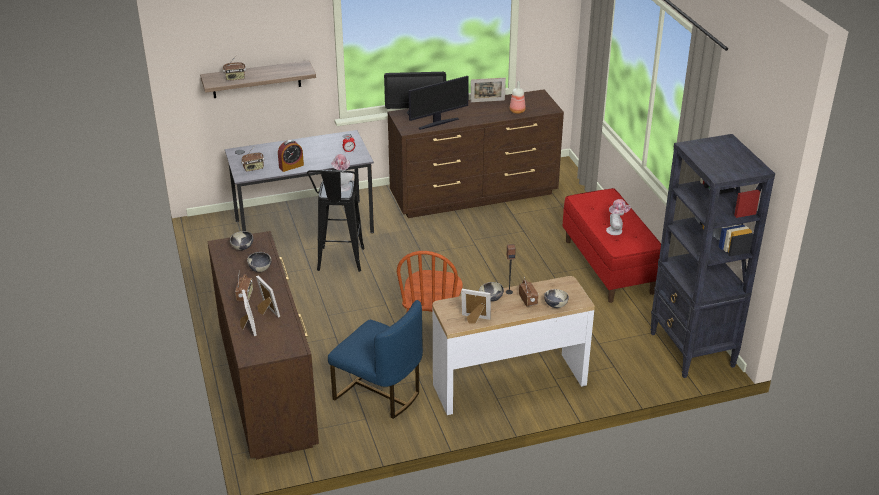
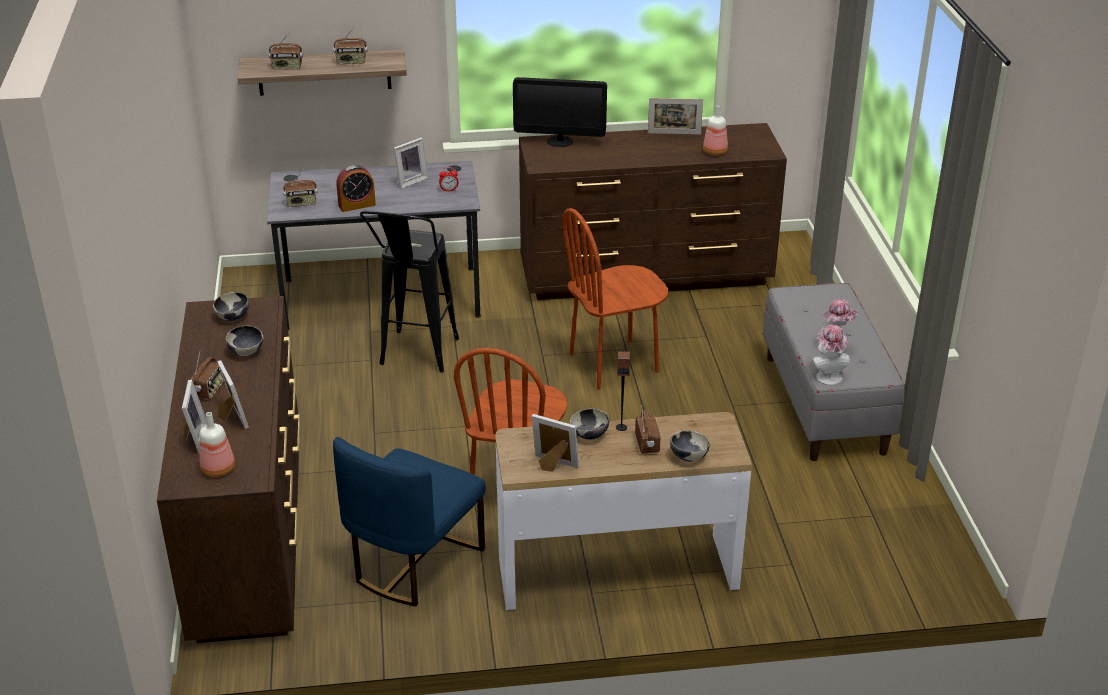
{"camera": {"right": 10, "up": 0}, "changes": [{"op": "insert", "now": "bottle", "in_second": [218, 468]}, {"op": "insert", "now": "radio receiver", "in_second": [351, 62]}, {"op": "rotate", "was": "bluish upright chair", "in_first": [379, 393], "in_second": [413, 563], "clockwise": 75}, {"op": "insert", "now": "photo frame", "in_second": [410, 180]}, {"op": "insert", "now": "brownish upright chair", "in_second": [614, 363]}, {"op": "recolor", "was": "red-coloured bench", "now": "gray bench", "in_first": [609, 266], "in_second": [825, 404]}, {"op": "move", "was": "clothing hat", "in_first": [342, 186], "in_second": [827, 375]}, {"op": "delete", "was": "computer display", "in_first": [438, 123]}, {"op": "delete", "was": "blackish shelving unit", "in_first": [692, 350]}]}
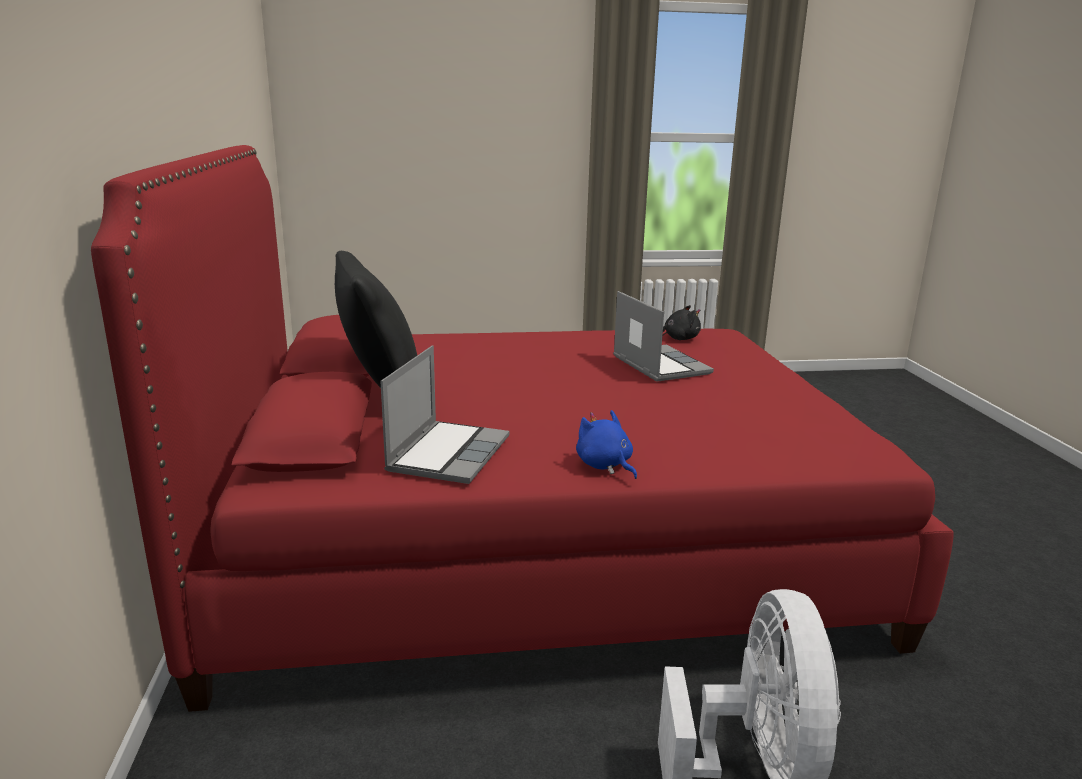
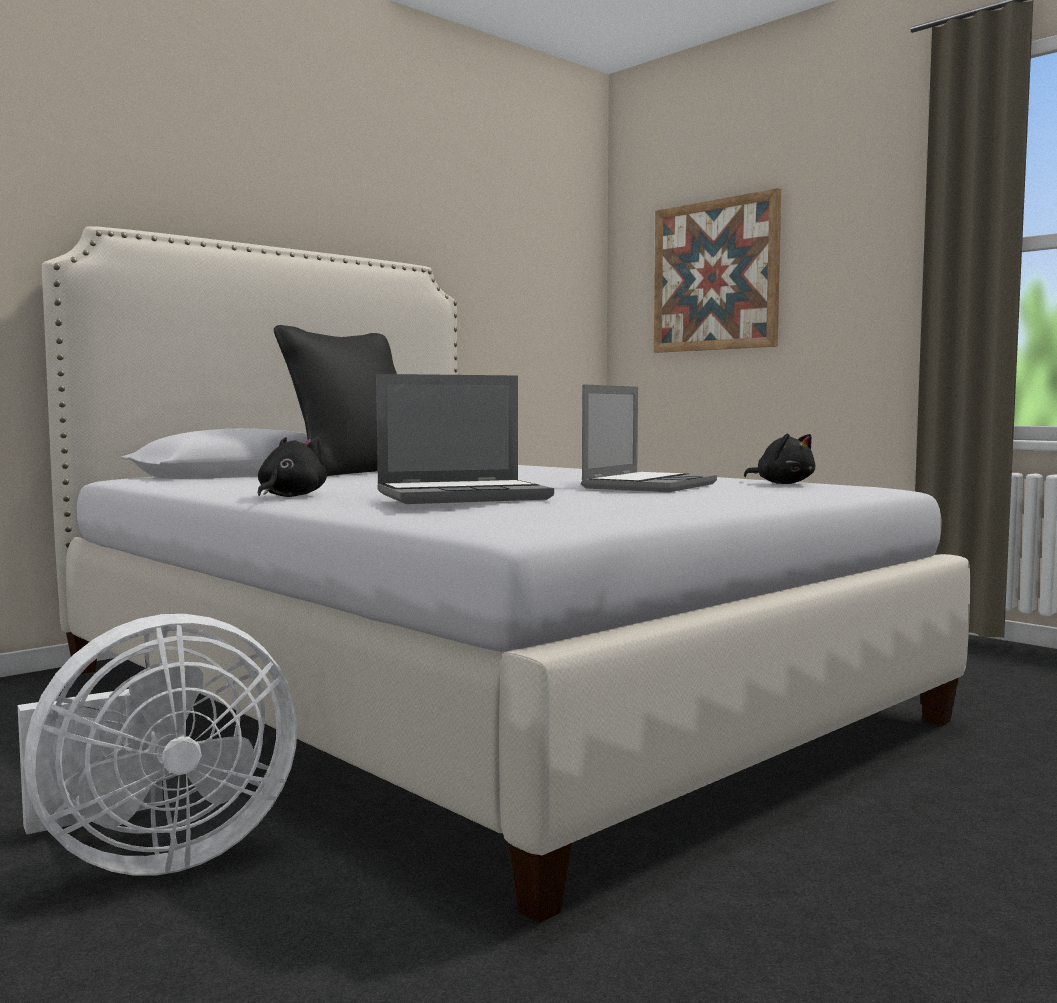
{"camera": {"right": 55, "up": -15}, "changes": [{"op": "recolor", "was": "red-coloured sleeping bed", "now": "whitish sleeping bed", "in_first": [536, 542], "in_second": [469, 694]}, {"op": "recolor", "was": "bluish soft toy", "now": "blackish soft toy", "in_first": [605, 465], "in_second": [290, 496]}, {"op": "move", "was": "notebook computer", "in_first": [448, 453], "in_second": [464, 496]}, {"op": "insert", "now": "wall picture", "in_second": [715, 275]}]}
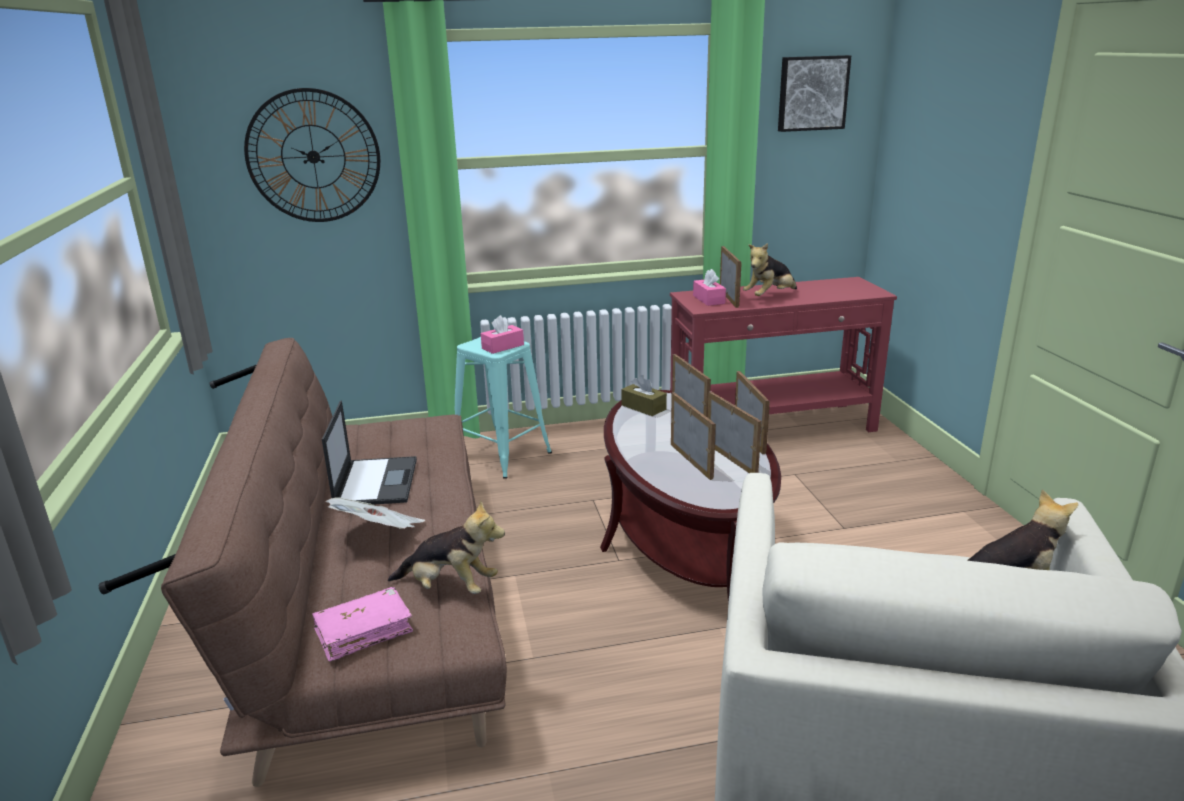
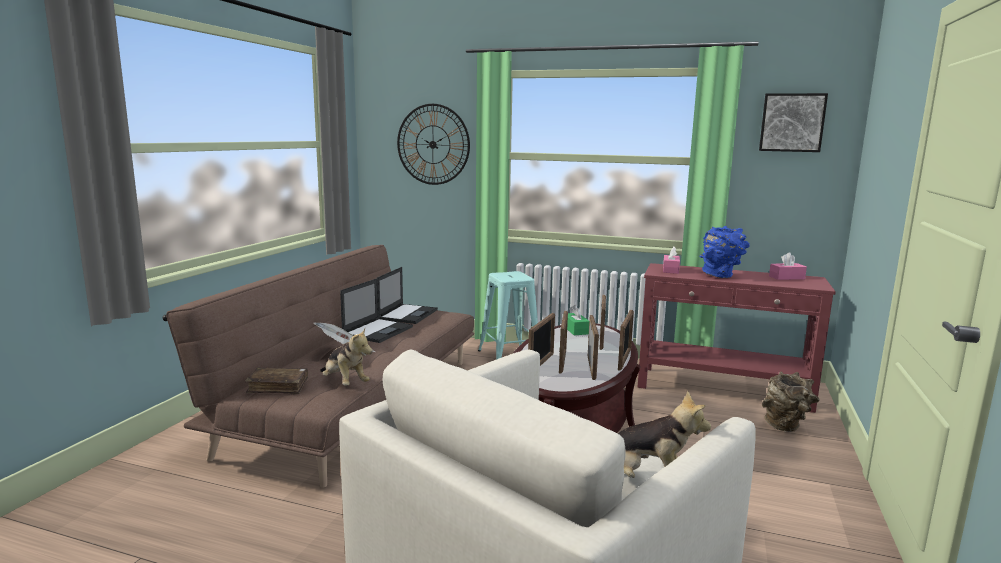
{"camera": {"right": 30, "up": -10}, "changes": [{"op": "recolor", "was": "pink-coloured bound book", "now": "brownish bound book", "in_first": [364, 631], "in_second": [278, 387]}, {"op": "insert", "now": "notebook computer", "in_second": [408, 314]}, {"op": "move", "was": "photo frame", "in_first": [729, 298], "in_second": [541, 364]}, {"op": "recolor", "was": "brownish box of tissues", "now": "green box of tissues", "in_first": [643, 407], "in_second": [575, 330]}, {"op": "replace", "was": "soft toy", "now": "bluish vase", "in_first": [769, 297], "in_second": [721, 275]}, {"op": "insert", "now": "brownish vase", "in_second": [786, 426]}, {"op": "move", "was": "pink-coloured box of tissues", "in_first": [503, 346], "in_second": [786, 277]}]}
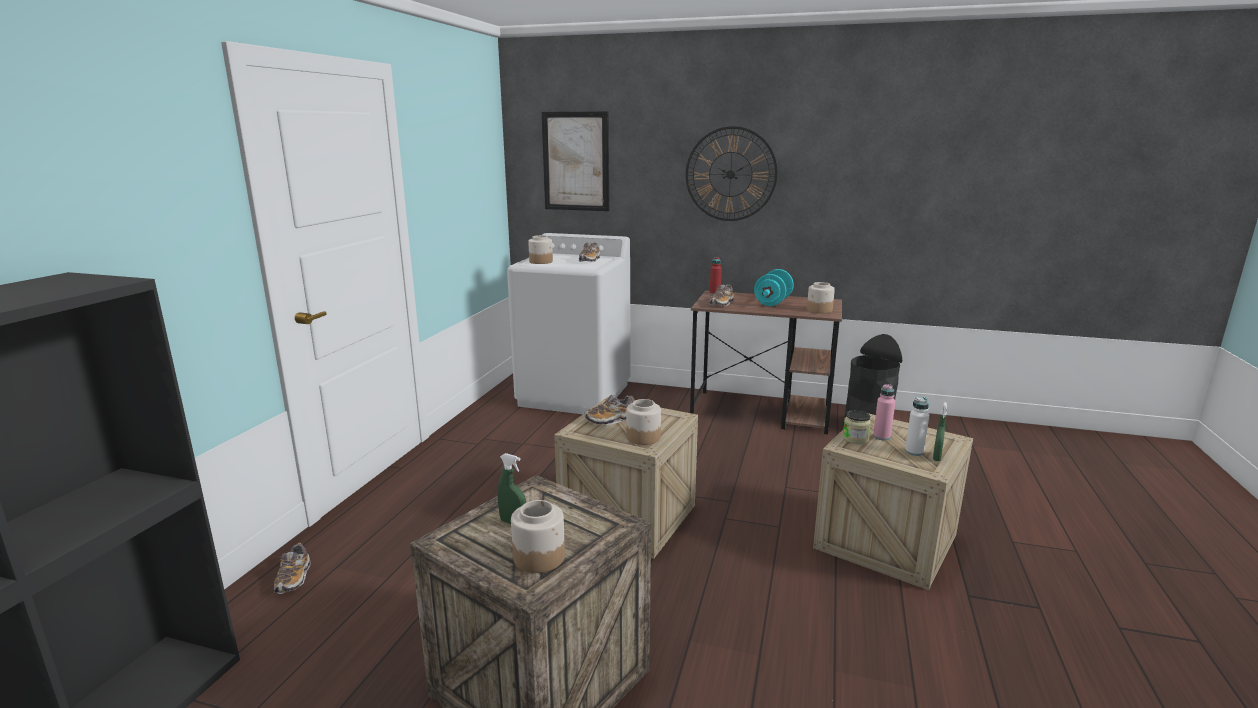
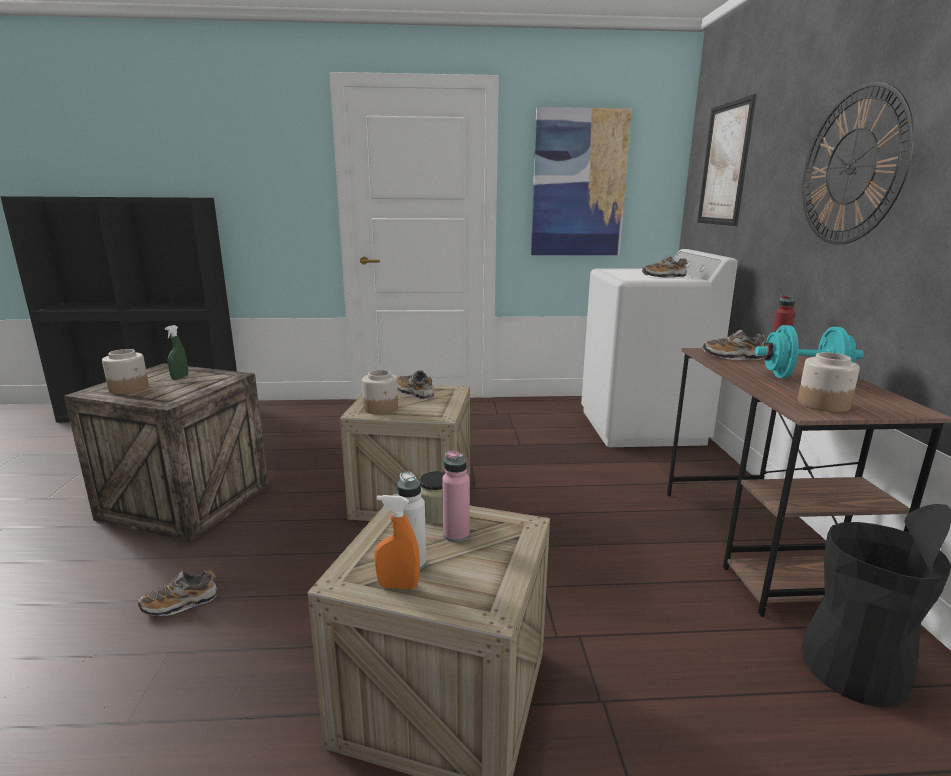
{"camera": {"right": 70, "up": 0}, "changes": [{"op": "move", "was": "item of footwear", "in_first": [294, 579], "in_second": [180, 604]}, {"op": "recolor", "was": "green sprayer", "now": "orangey sprayer", "in_first": [936, 457], "in_second": [398, 585]}, {"op": "insert", "now": "wall picture", "in_second": [578, 184]}, {"op": "delete", "was": "jar", "in_first": [541, 262]}]}
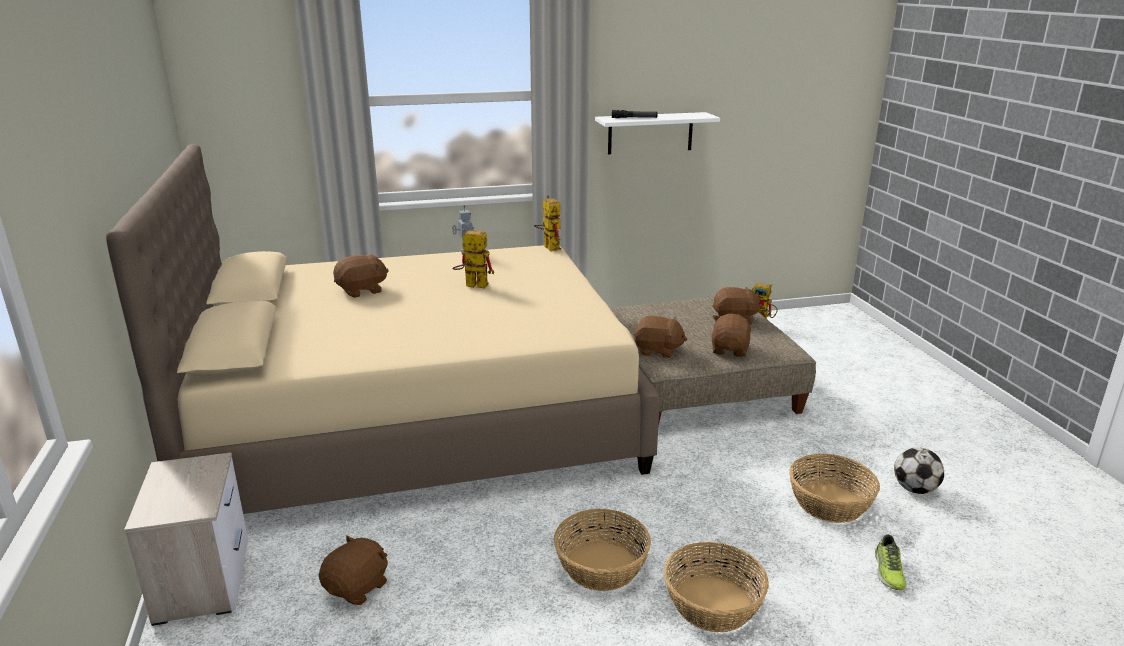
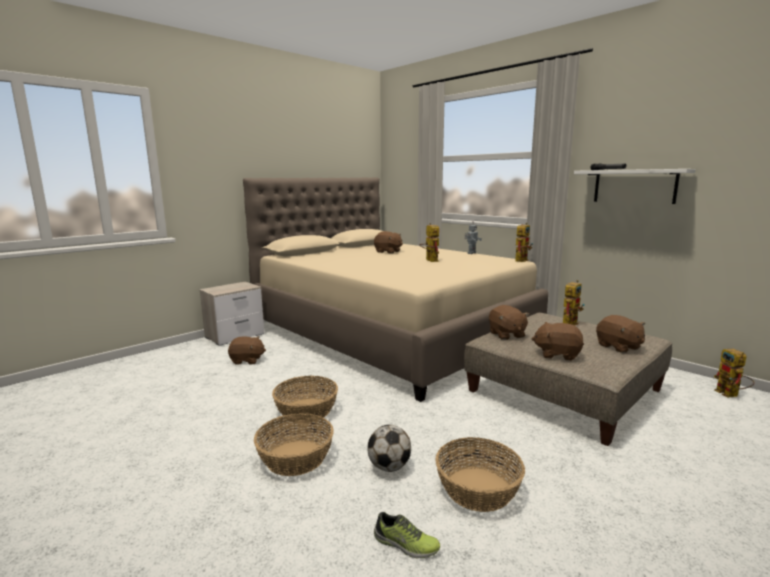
{"camera": {"right": 60, "up": -10}, "changes": [{"op": "move", "was": "ball for football", "in_first": [914, 489], "in_second": [389, 467]}, {"op": "rotate", "was": "item of footwear", "in_first": [888, 571], "in_second": [405, 544], "clockwise": -135}, {"op": "rotate", "was": "brownish soft toy", "in_first": [730, 350], "in_second": [557, 354], "clockwise": -150}, {"op": "insert", "now": "toy robot", "in_second": [570, 323]}]}
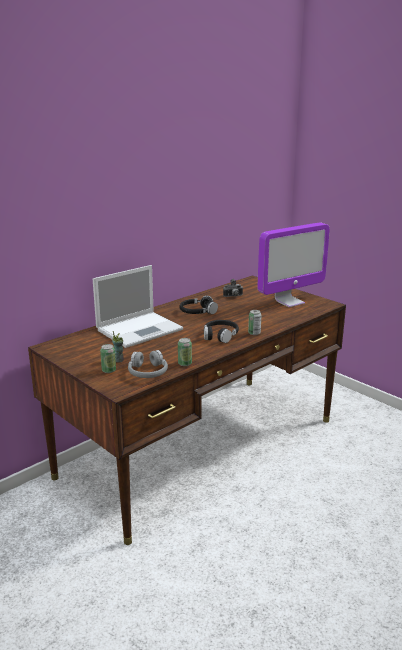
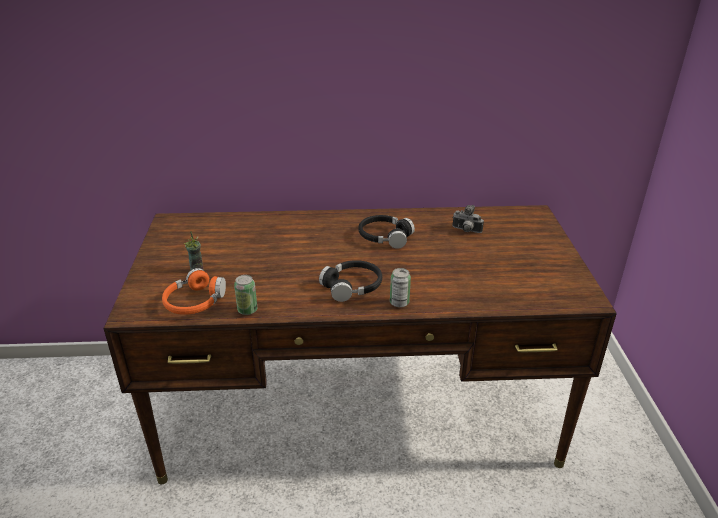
{"camera": {"right": 40, "up": 10}, "changes": [{"op": "recolor", "was": "gray headset", "now": "orangey headset", "in_first": [147, 372], "in_second": [195, 302]}, {"op": "delete", "was": "notebook computer", "in_first": [140, 329]}, {"op": "delete", "was": "can", "in_first": [109, 370]}, {"op": "delete", "was": "computer display", "in_first": [289, 302]}]}
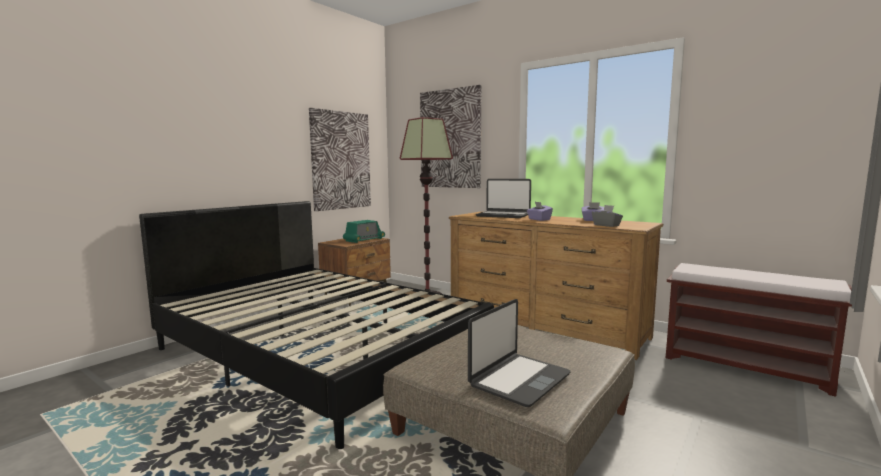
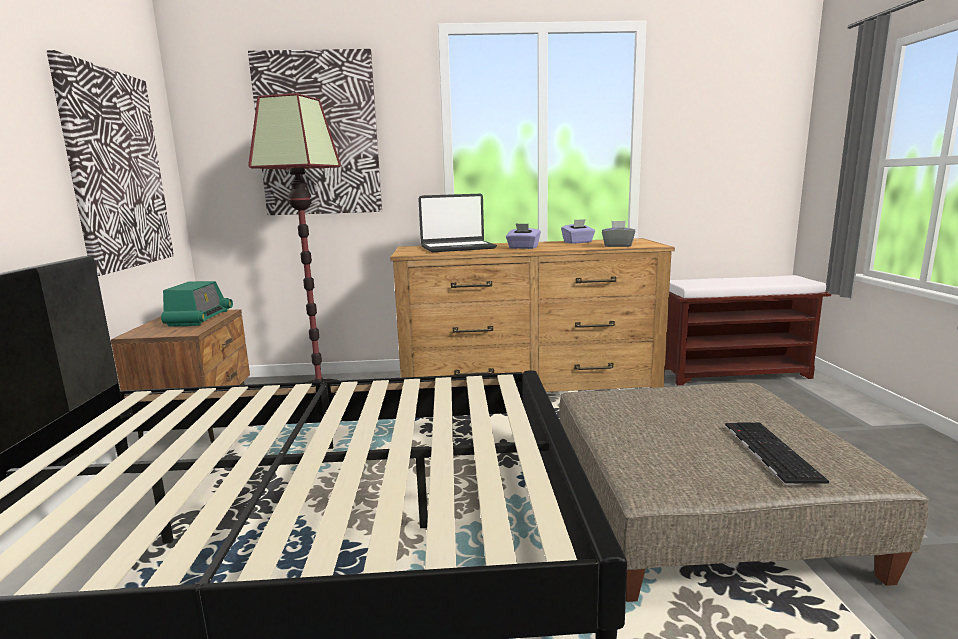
{"camera": {"right": -40, "up": 5}, "changes": [{"op": "replace", "was": "notebook computer", "now": "PC keyboard", "in_first": [519, 379], "in_second": [768, 451]}]}
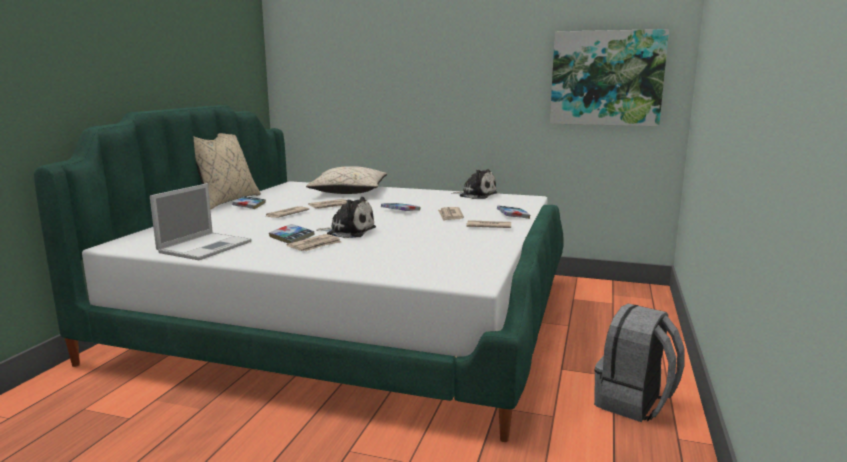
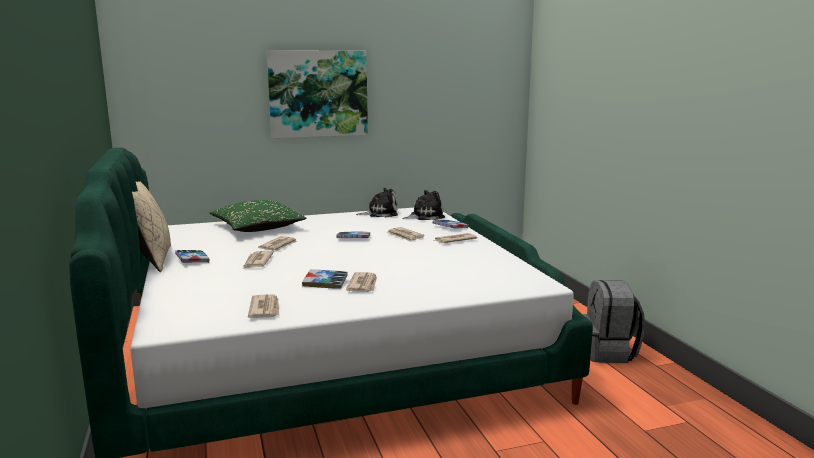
{"camera": {"right": -35, "up": 0}, "changes": [{"op": "recolor", "was": "sand-coloured throw pillow", "now": "green throw pillow", "in_first": [348, 192], "in_second": [258, 228]}, {"op": "replace", "was": "notebook computer", "now": "daily paper", "in_first": [206, 246], "in_second": [265, 309]}, {"op": "move", "was": "wall picture", "in_first": [606, 78], "in_second": [318, 94]}, {"op": "move", "was": "soft toy", "in_first": [348, 231], "in_second": [425, 216]}]}
